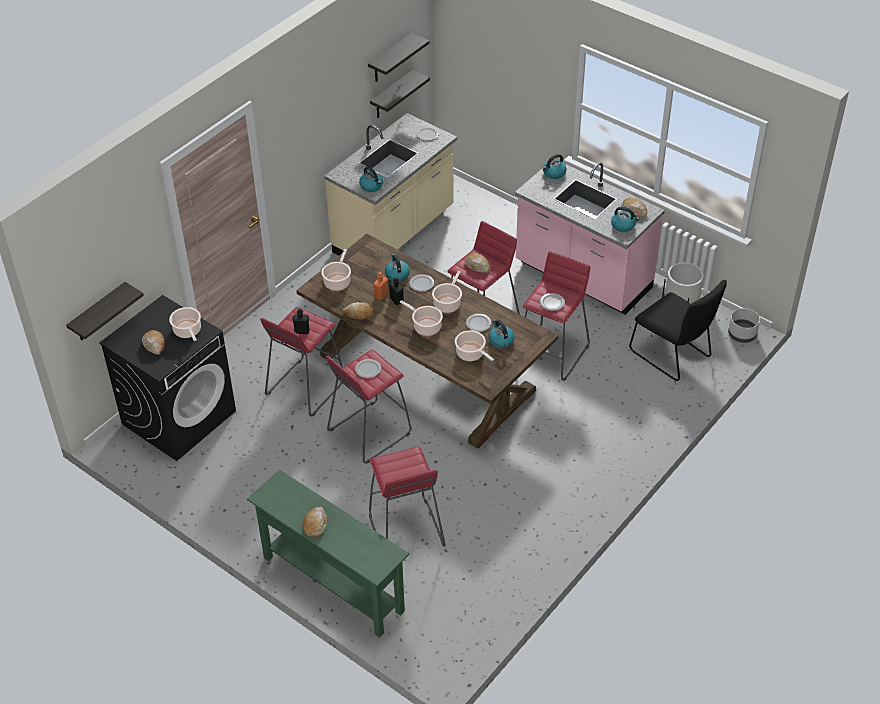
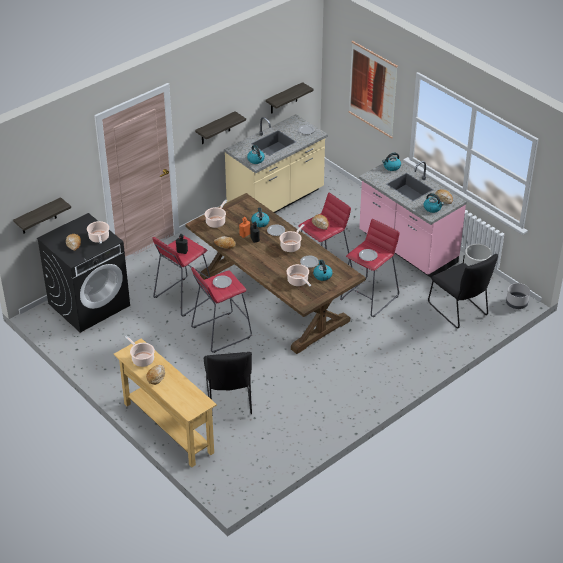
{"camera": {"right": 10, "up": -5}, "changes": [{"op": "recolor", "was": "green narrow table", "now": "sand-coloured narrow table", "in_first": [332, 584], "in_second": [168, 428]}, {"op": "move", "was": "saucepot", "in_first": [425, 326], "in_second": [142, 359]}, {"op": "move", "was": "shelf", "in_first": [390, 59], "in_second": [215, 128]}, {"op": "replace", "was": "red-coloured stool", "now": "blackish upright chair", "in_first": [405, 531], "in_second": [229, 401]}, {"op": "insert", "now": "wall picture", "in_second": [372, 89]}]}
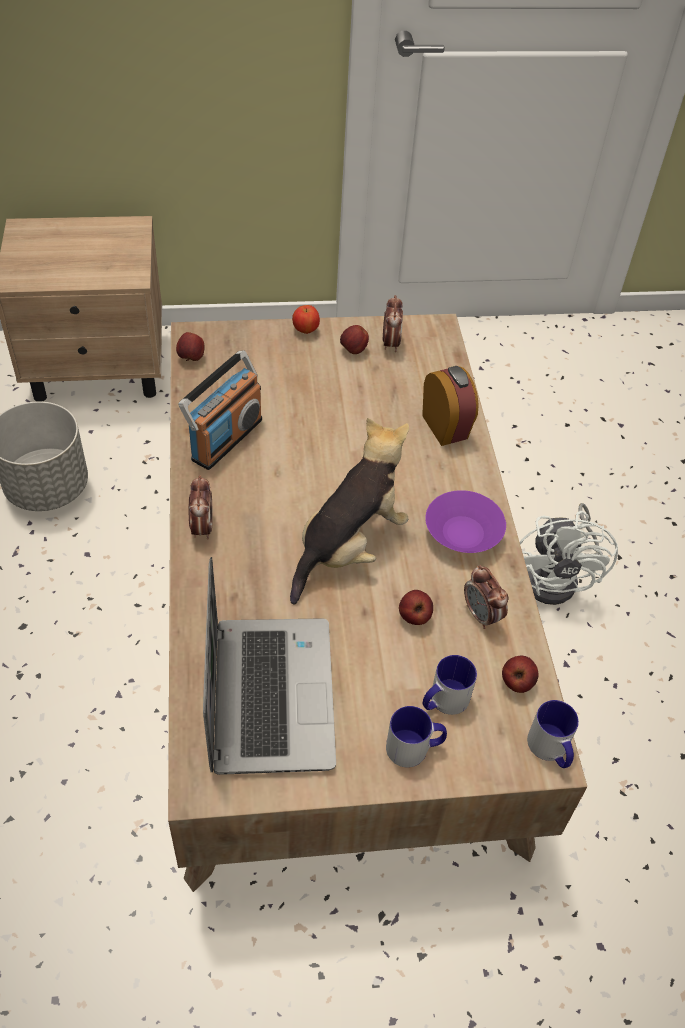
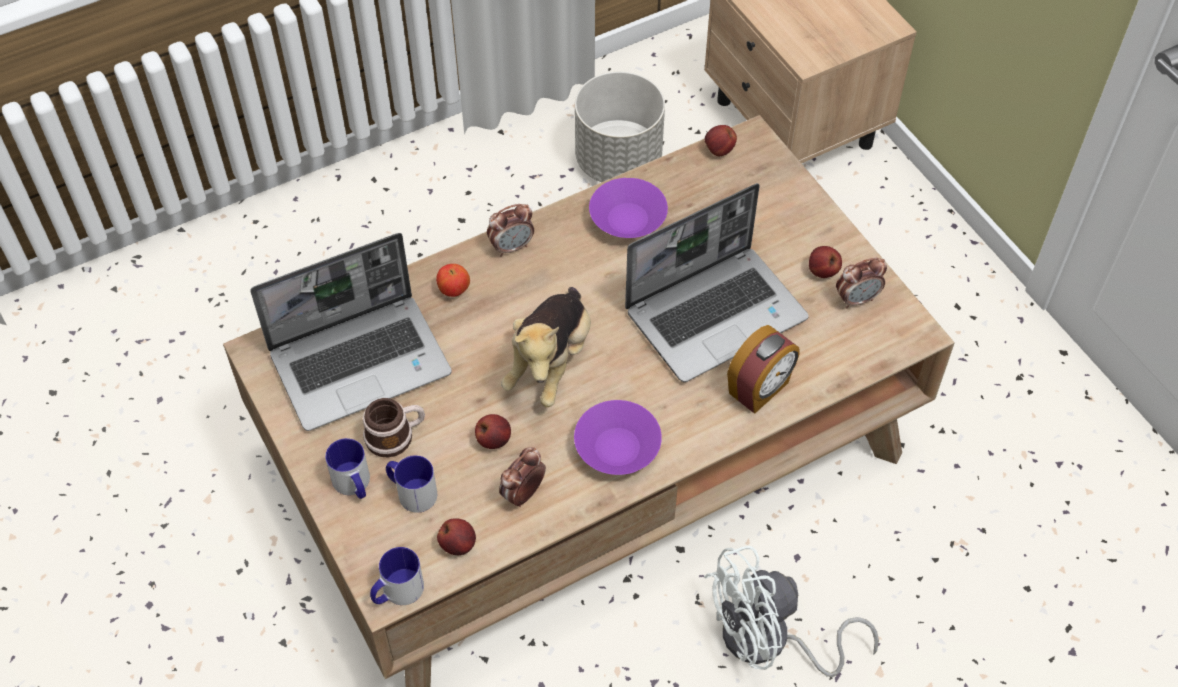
{"camera": {"right": 70, "up": 5}, "changes": [{"op": "insert", "now": "tea mug", "in_second": [396, 435]}, {"op": "move", "was": "whole apple", "in_first": [305, 330], "in_second": [454, 290]}, {"op": "rotate", "was": "soft toy", "in_first": [349, 546], "in_second": [550, 362], "clockwise": 90}, {"op": "replace", "was": "radio receiver", "now": "purple bowl", "in_first": [226, 439], "in_second": [628, 220]}, {"op": "insert", "now": "notebook computer", "in_second": [716, 313]}]}
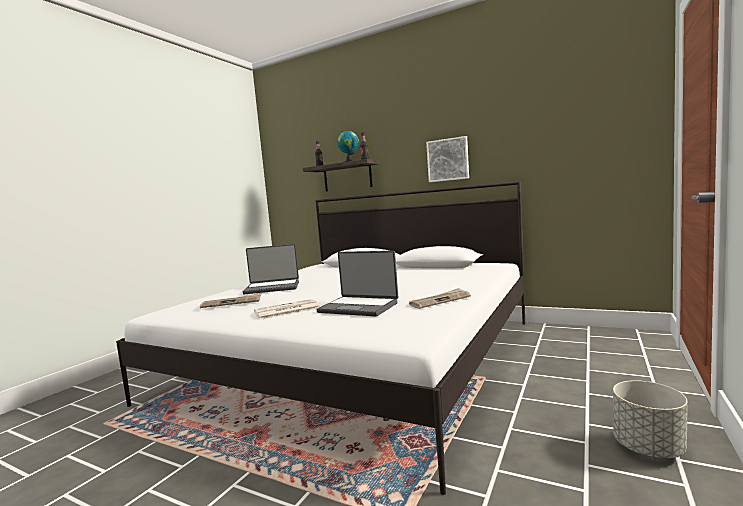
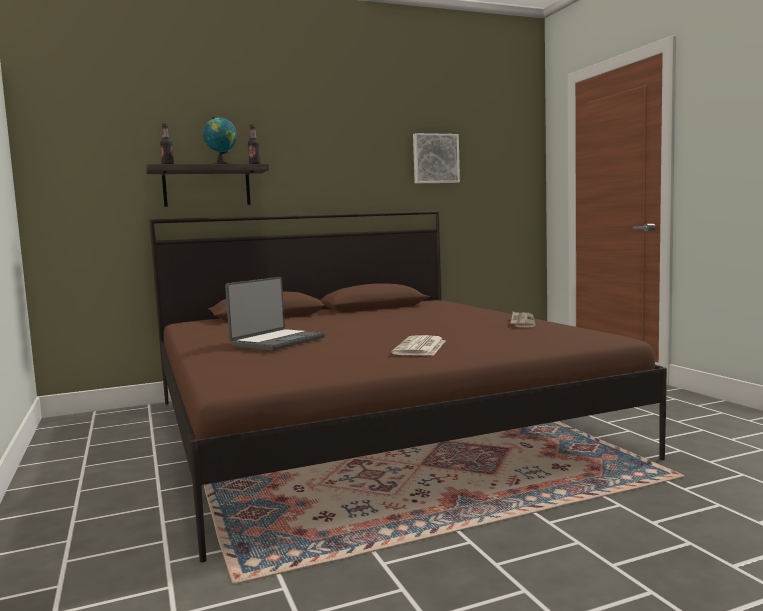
{"camera": {"right": -50, "up": 0}, "changes": [{"op": "recolor", "was": "whitish sleeping bed", "now": "brownish sleeping bed", "in_first": [358, 358], "in_second": [369, 426]}, {"op": "move", "was": "wall picture", "in_first": [448, 160], "in_second": [435, 158]}, {"op": "delete", "was": "daily paper", "in_first": [232, 302]}, {"op": "delete", "was": "notebook computer", "in_first": [359, 307]}, {"op": "delete", "was": "gray plant pot", "in_first": [648, 448]}]}
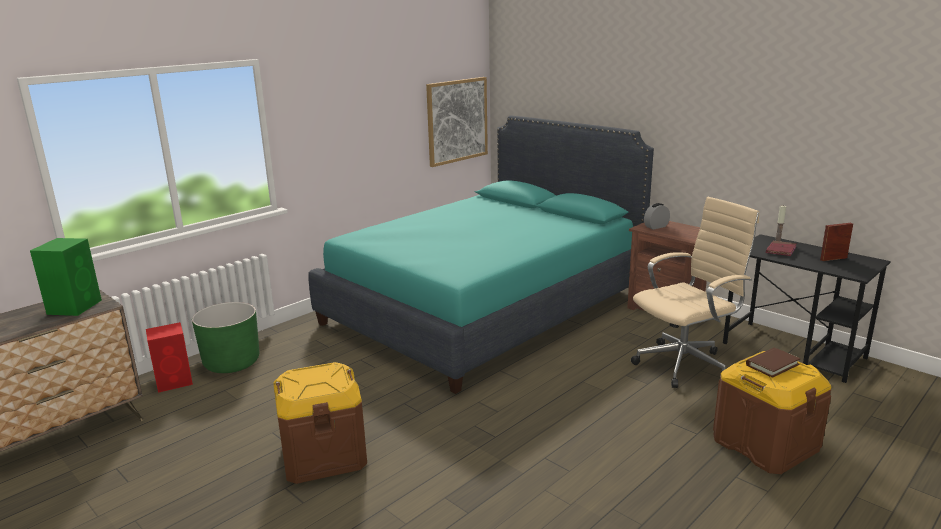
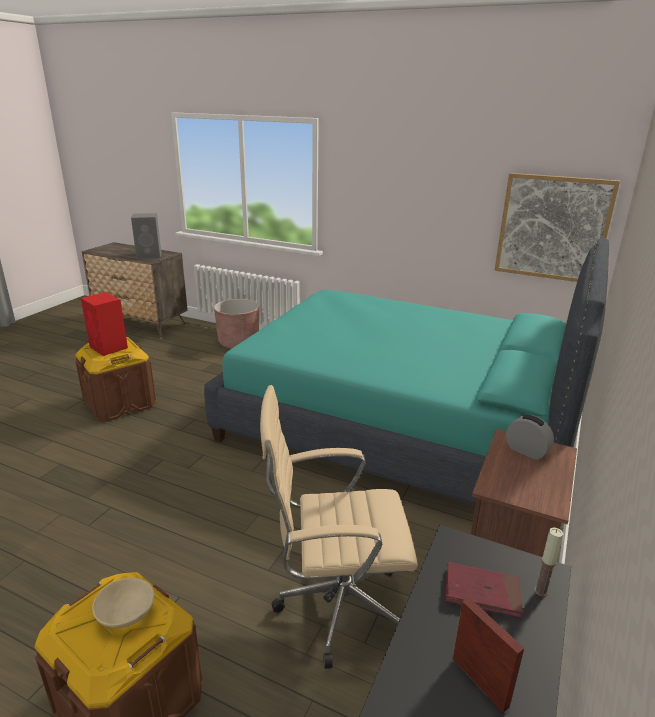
{"camera": {"right": 70, "up": 5}, "changes": [{"op": "move", "was": "red-coloured audio speaker", "in_first": [175, 381], "in_second": [109, 347]}, {"op": "replace", "was": "brownish bound book", "now": "sand-coloured bowl", "in_first": [772, 365], "in_second": [126, 614]}, {"op": "recolor", "was": "green audio speaker", "now": "gray audio speaker", "in_first": [75, 306], "in_second": [150, 255]}, {"op": "recolor", "was": "green plant pot", "now": "brownish plant pot", "in_first": [232, 363], "in_second": [238, 343]}, {"op": "rotate", "was": "sand-coloured office chair", "in_first": [685, 364], "in_second": [335, 606], "clockwise": 135}]}
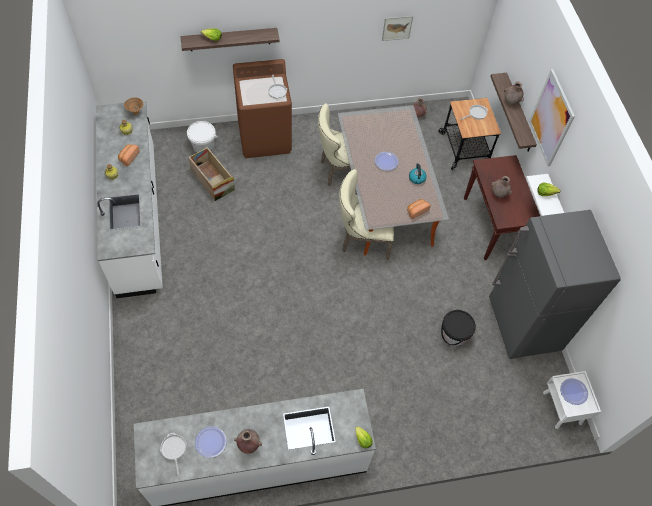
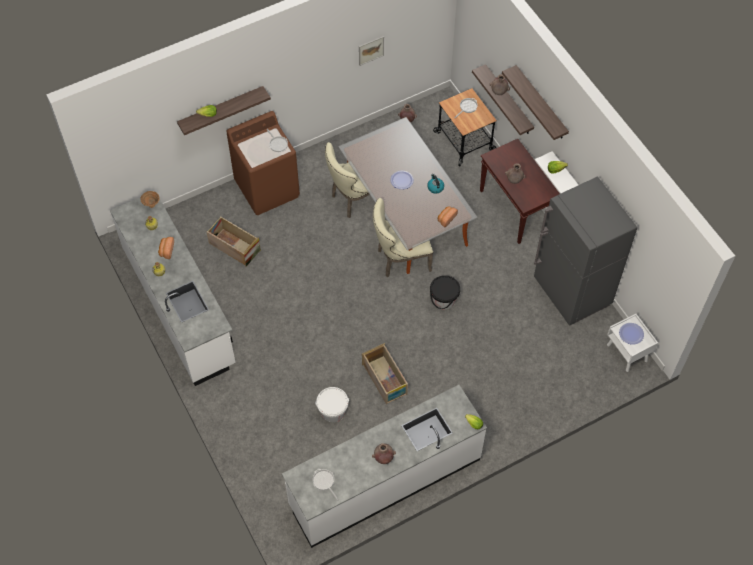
{"camera": {"right": -15, "up": 0}, "changes": [{"op": "move", "was": "whitish water bucket", "in_first": [203, 145], "in_second": [333, 411]}, {"op": "insert", "now": "shipping crate", "in_second": [385, 379]}, {"op": "move", "was": "blackish water bucket", "in_first": [454, 334], "in_second": [444, 299]}, {"op": "replace", "was": "wall picture", "now": "shelf", "in_first": [551, 118], "in_second": [541, 104]}, {"op": "delete", "was": "dinner plate", "in_first": [210, 442]}]}
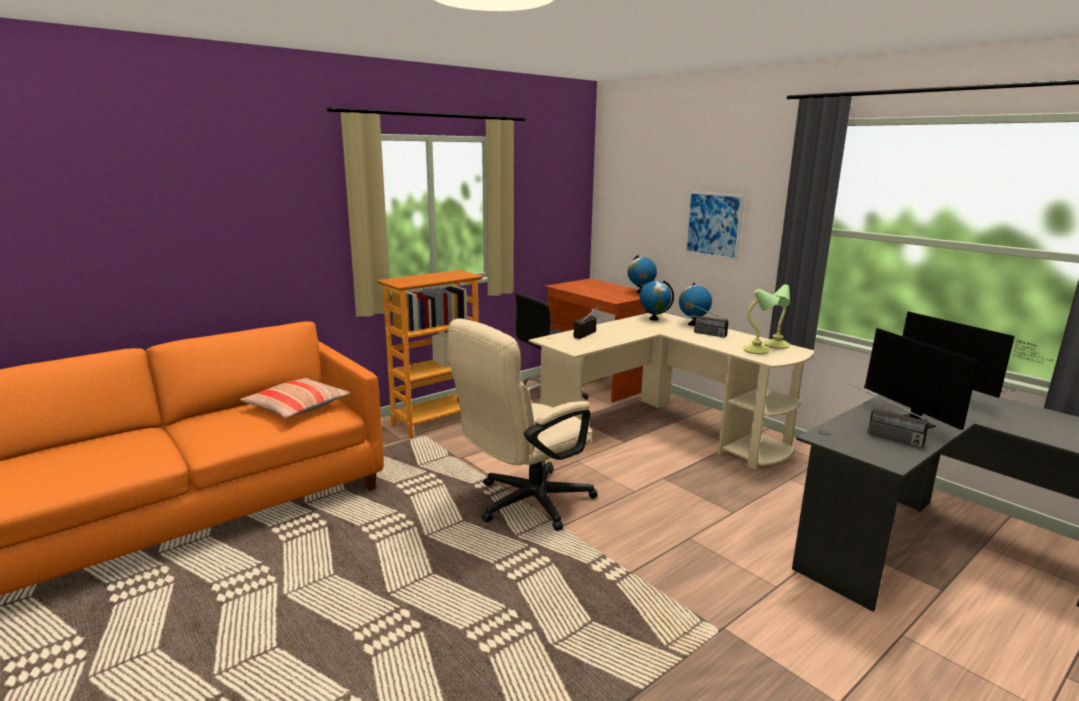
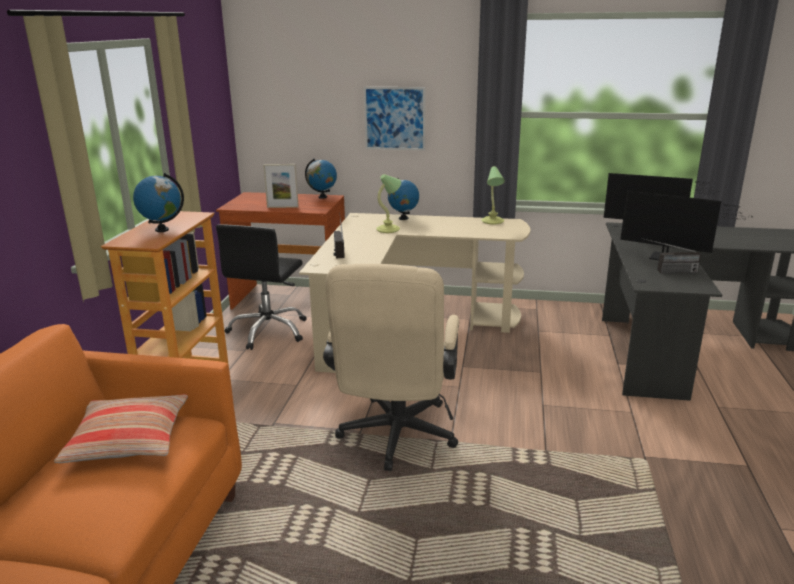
{"camera": {"right": -40, "up": 5}, "changes": [{"op": "move", "was": "desk globe", "in_first": [653, 319], "in_second": [162, 230]}, {"op": "insert", "now": "photo frame", "in_second": [282, 207]}, {"op": "move", "was": "tabletop lamp", "in_first": [757, 350], "in_second": [389, 229]}, {"op": "delete", "was": "radio receiver", "in_first": [701, 332]}]}
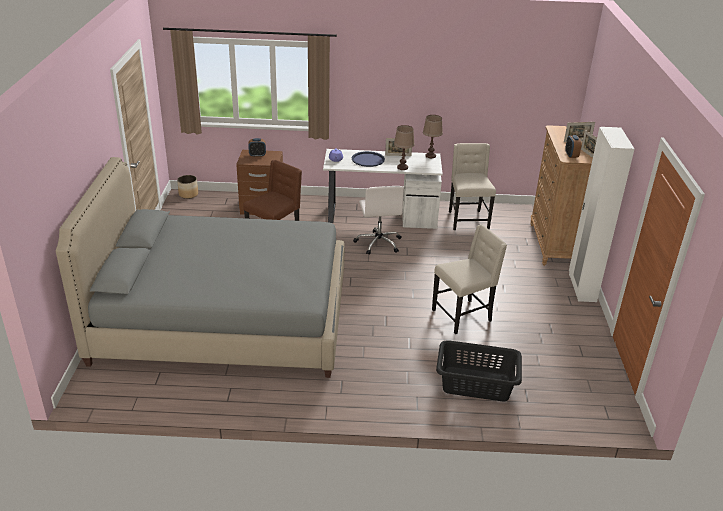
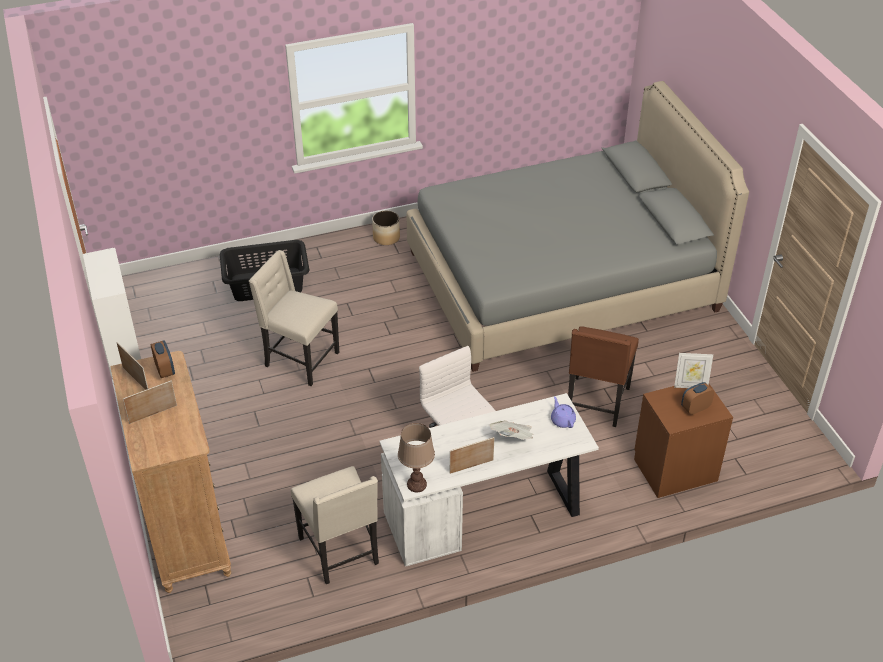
{"camera": {"right": 160, "up": 10}, "changes": [{"op": "rotate", "was": "sand-coloured upright chair", "in_first": [463, 316], "in_second": [300, 360], "clockwise": 75}, {"op": "move", "was": "plant pot", "in_first": [188, 194], "in_second": [386, 237]}, {"op": "replace", "was": "bluish serving tray", "now": "daily paper", "in_first": [368, 159], "in_second": [513, 438]}, {"op": "insert", "now": "photo frame", "in_second": [690, 385]}, {"op": "delete", "was": "brownish tabletop lamp", "in_first": [402, 167]}]}
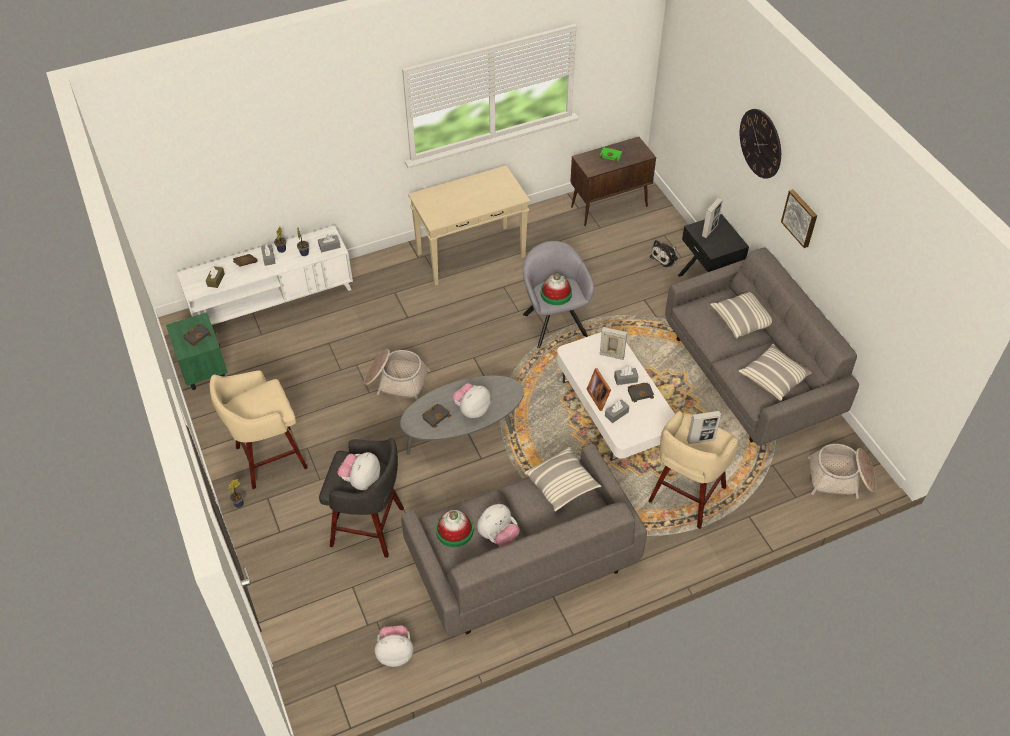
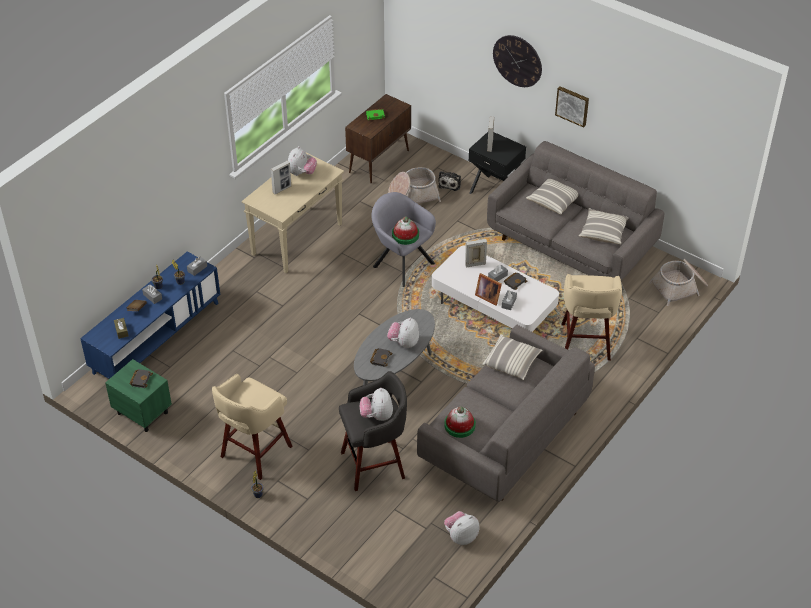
{"camera": {"right": -30, "up": -5}, "changes": [{"op": "recolor", "was": "whitish tv stand", "now": "bluish tv stand", "in_first": [272, 300], "in_second": [156, 337]}, {"op": "move", "was": "photo frame", "in_first": [701, 439], "in_second": [282, 189]}, {"op": "move", "was": "soft toy", "in_first": [498, 535], "in_second": [301, 173]}, {"op": "move", "was": "storage basket", "in_first": [396, 381], "in_second": [413, 195]}]}
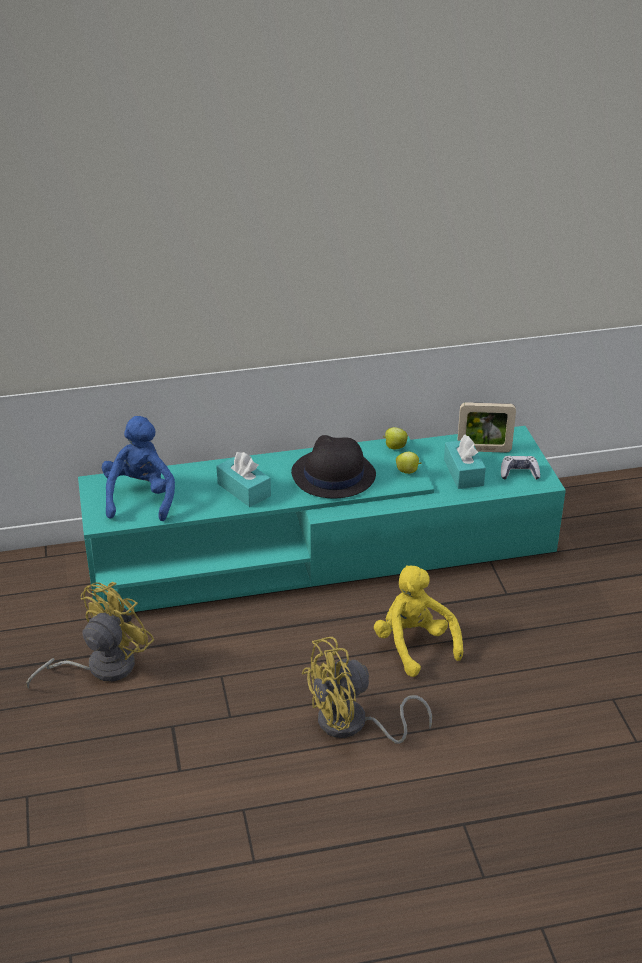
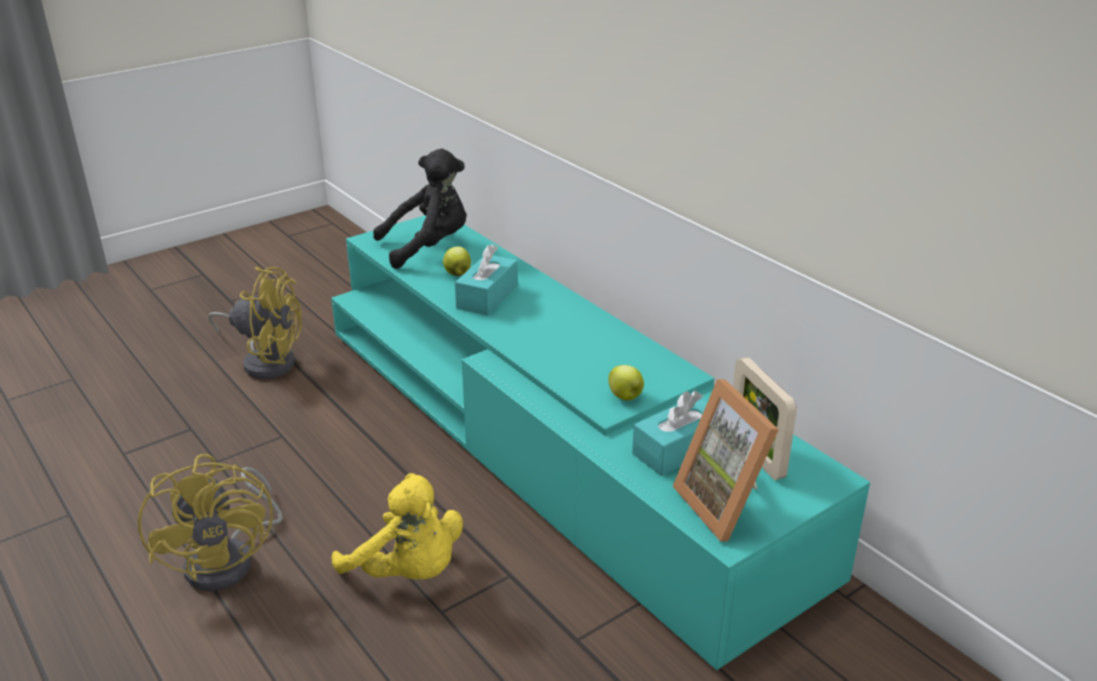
{"camera": {"right": 65, "up": -5}, "changes": [{"op": "rotate", "was": "yellowish electric fan", "in_first": [352, 725], "in_second": [230, 559], "clockwise": -150}, {"op": "rotate", "was": "yellowish soft toy", "in_first": [414, 645], "in_second": [408, 572], "clockwise": 90}, {"op": "recolor", "was": "bluish soft toy", "now": "blackish soft toy", "in_first": [141, 497], "in_second": [428, 247]}, {"op": "move", "was": "whole apple", "in_first": [394, 447], "in_second": [457, 274]}, {"op": "replace", "was": "game controller", "now": "photo frame", "in_first": [519, 473], "in_second": [727, 504]}, {"op": "delete", "was": "blackish clothing hat", "in_first": [333, 475]}]}
